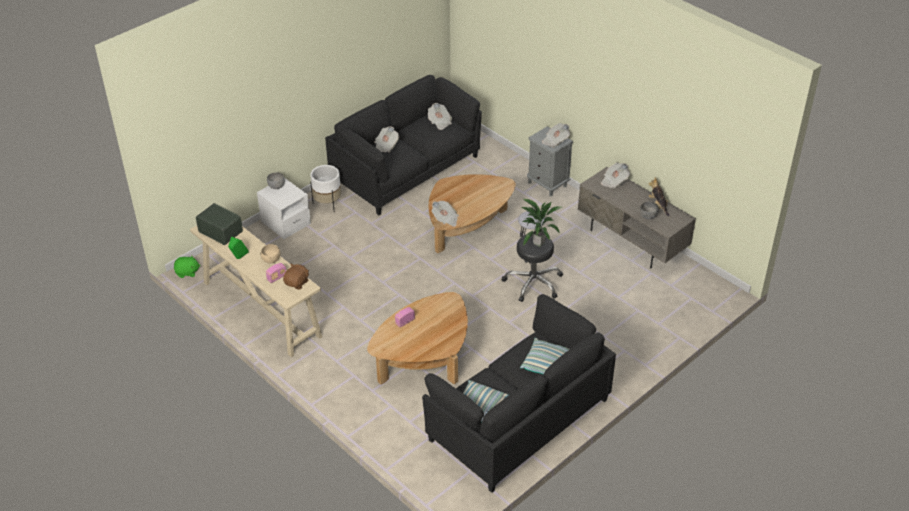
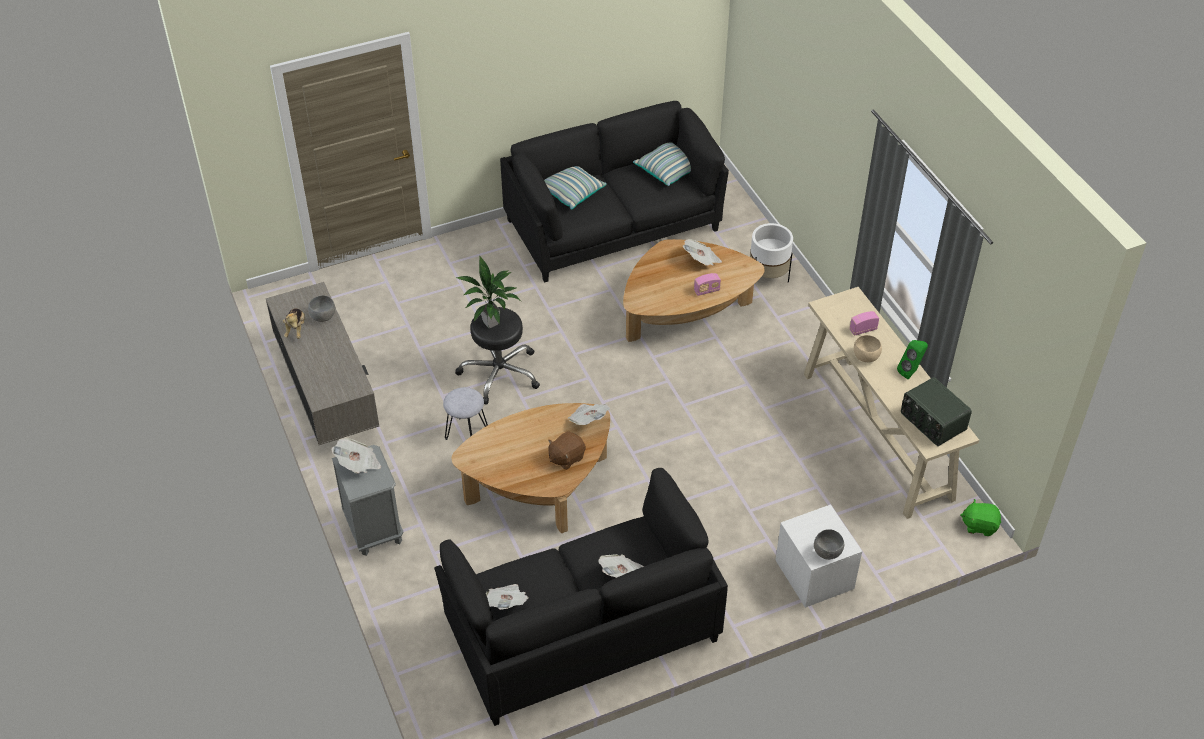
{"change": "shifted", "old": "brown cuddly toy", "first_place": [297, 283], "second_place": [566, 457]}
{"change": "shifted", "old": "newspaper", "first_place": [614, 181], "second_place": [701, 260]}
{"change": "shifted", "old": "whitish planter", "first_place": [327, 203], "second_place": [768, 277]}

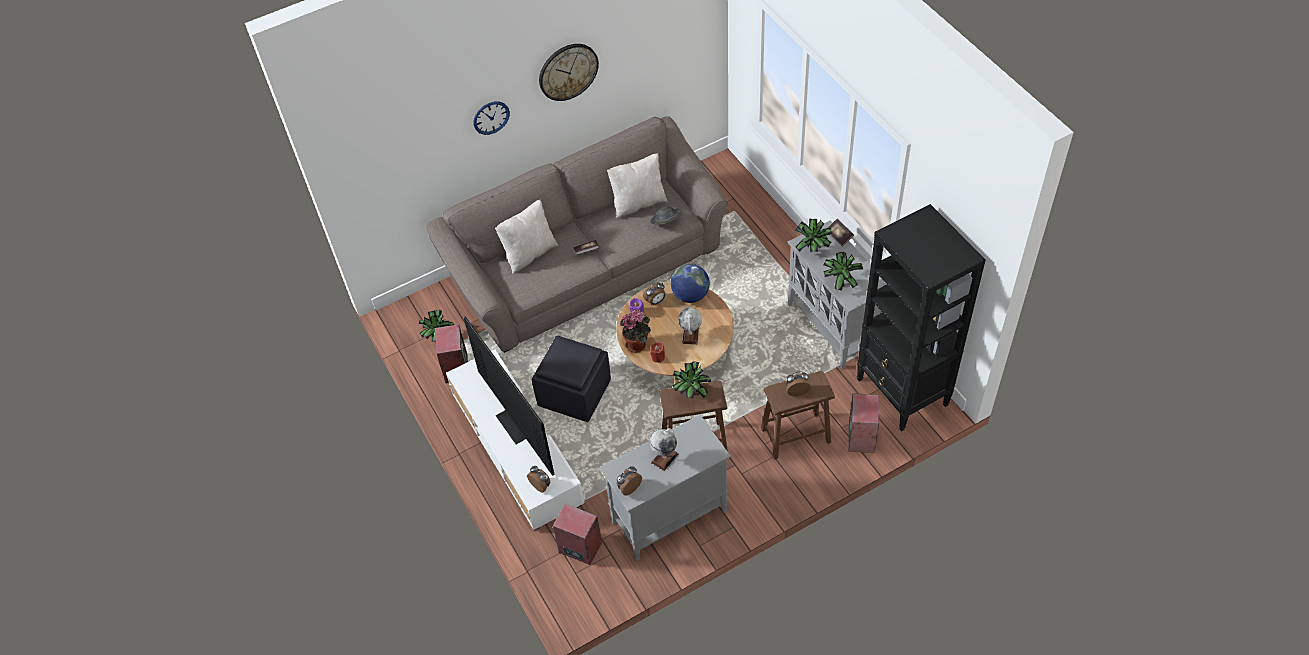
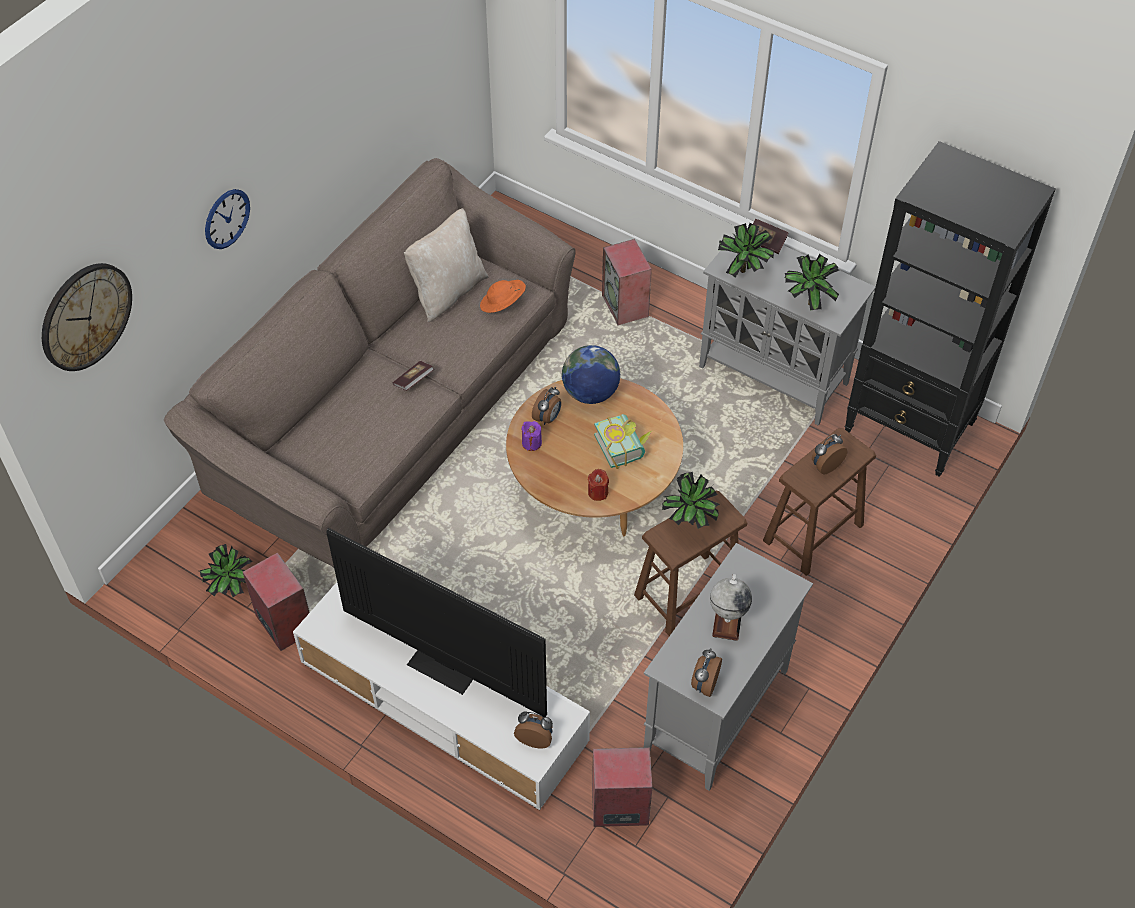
{"change": "shifted", "old": "wall clock", "first_place": [568, 71], "second_place": [85, 316]}
{"change": "repainted", "old": "greyish wearable hat", "new": "orange-coloured wearable hat", "first_place": [666, 222], "second_place": [502, 305]}
{"change": "swapped", "old": "world globe", "new": "bound book", "first_place": [690, 335], "second_place": [624, 446]}
{"change": "shifted", "old": "loudspeaker", "first_place": [862, 438], "second_place": [626, 307]}
{"change": "gone", "old": "beige throw pillow", "first_place": [529, 253]}
{"change": "gone", "old": "blackish pouffe", "first_place": [575, 394]}
{"change": "gone", "old": "houseplant", "first_place": [637, 344]}

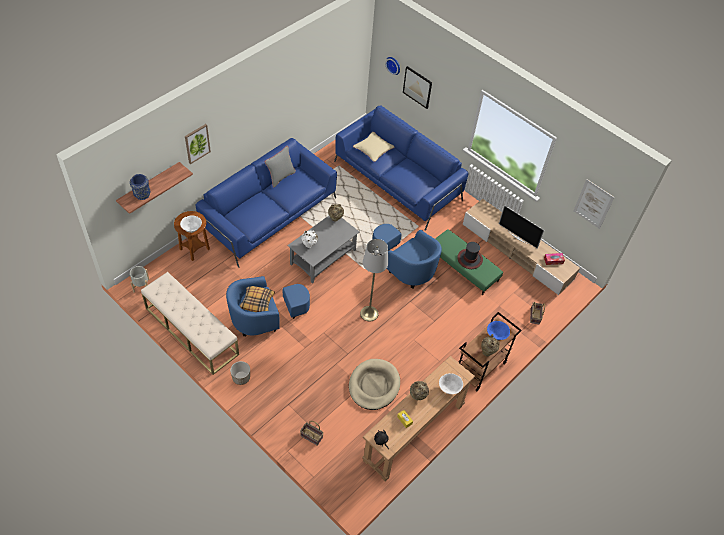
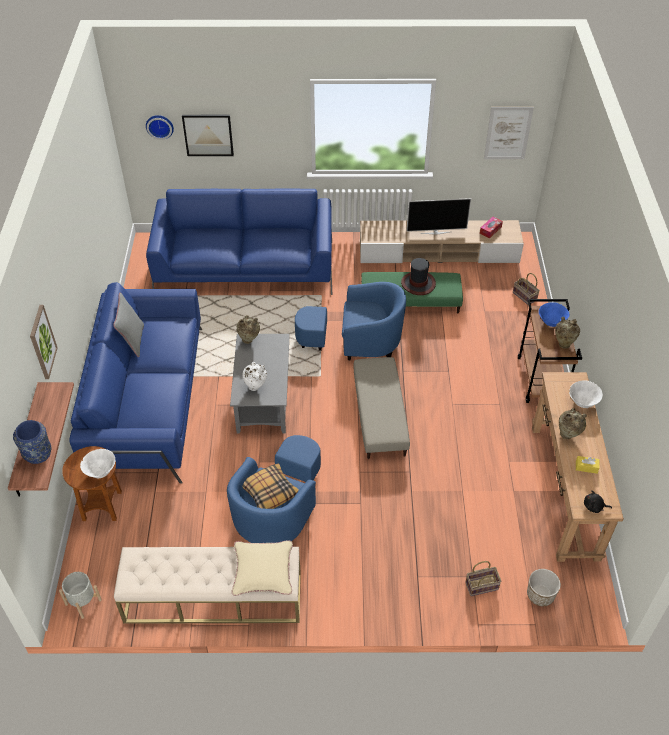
{"change": "shifted", "old": "beige throw pillow", "first_place": [373, 149], "second_place": [263, 571]}
{"change": "swapped", "old": "greyish standard lamp", "new": "beige pouffe", "first_place": [369, 313], "second_place": [380, 415]}
{"change": "shifted", "old": "planter", "first_place": [241, 377], "second_place": [540, 595]}
{"change": "gone", "old": "beige pet bed", "first_place": [374, 385]}

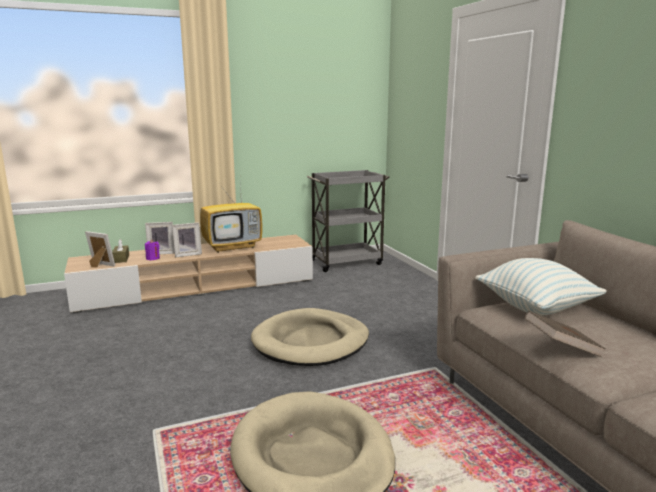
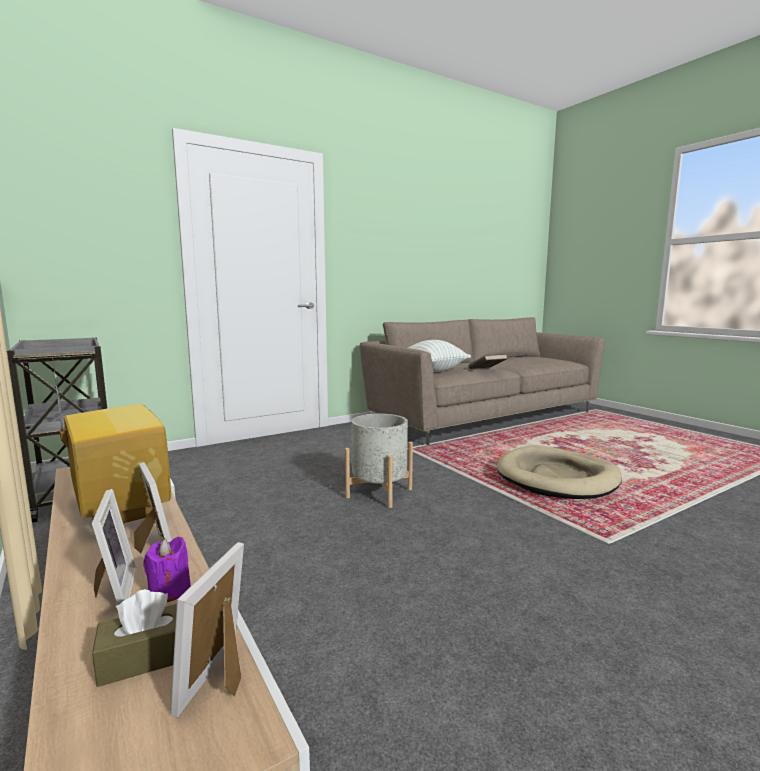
{"change": "swapped", "old": "beige pet bed", "new": "greyish planter", "first_place": [311, 342], "second_place": [379, 493]}

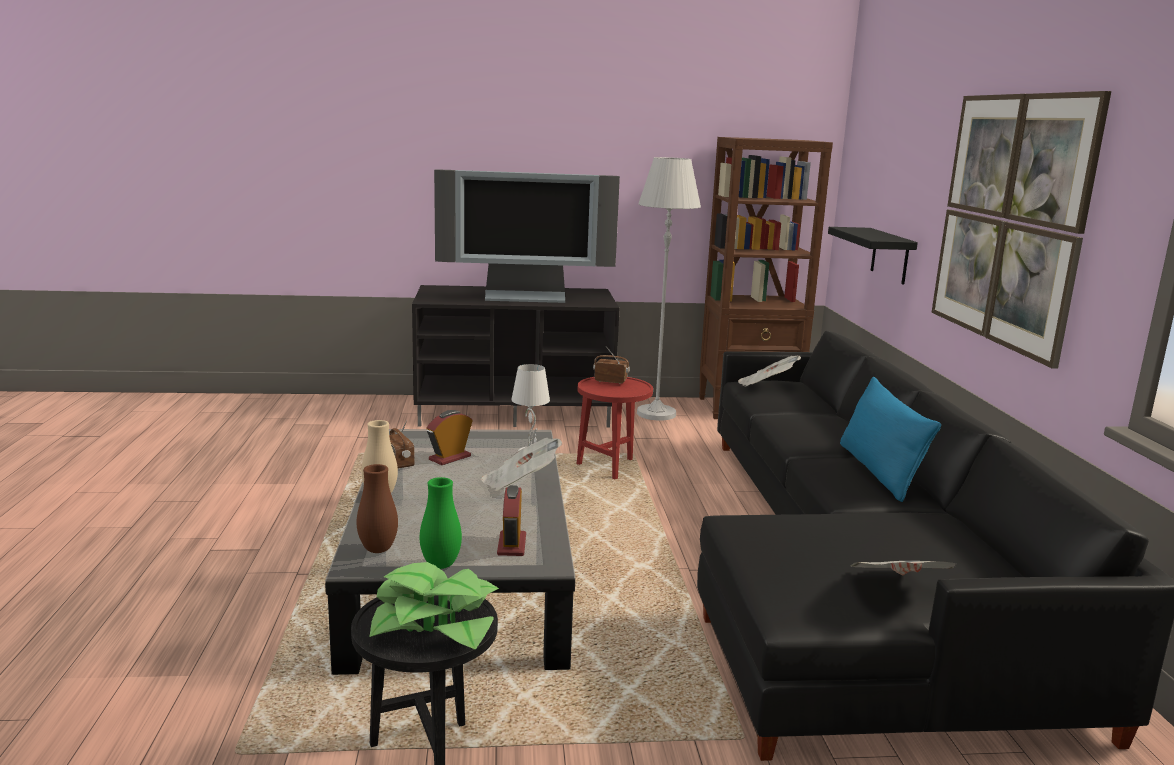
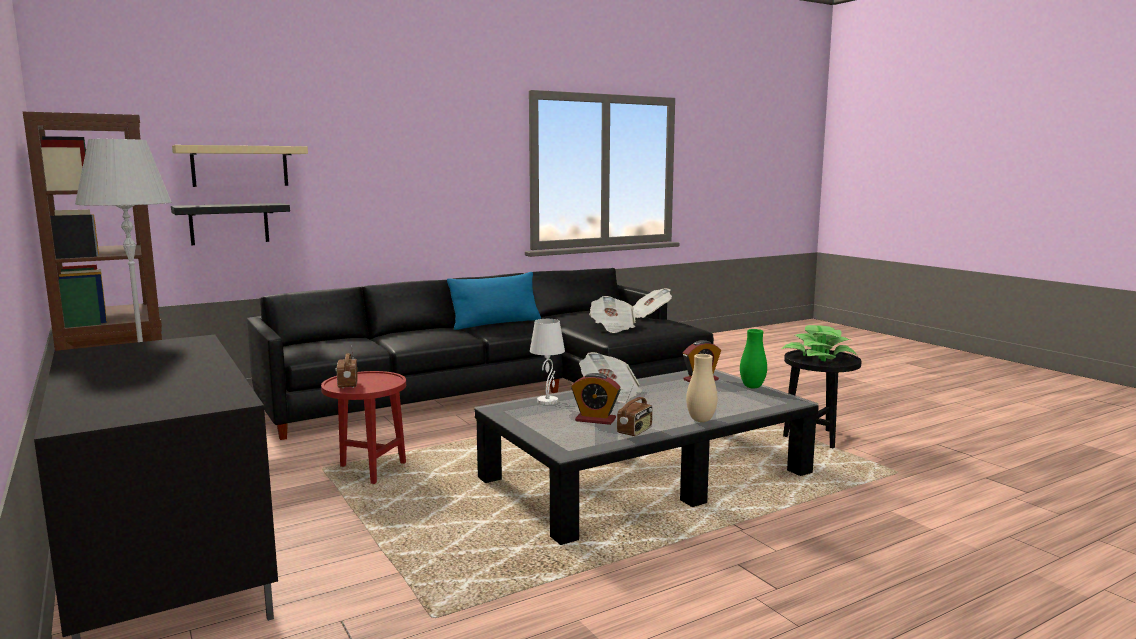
{"change": "new", "new": "beige wall shelf", "second_place": [240, 166]}
{"change": "shifted", "old": "newspaper", "first_place": [766, 386], "second_place": [612, 327]}
{"change": "gone", "old": "brown flower vase", "first_place": [378, 549]}
{"change": "gone", "old": "TV", "first_place": [526, 297]}
{"change": "gone", "old": "picture", "first_place": [1010, 220]}

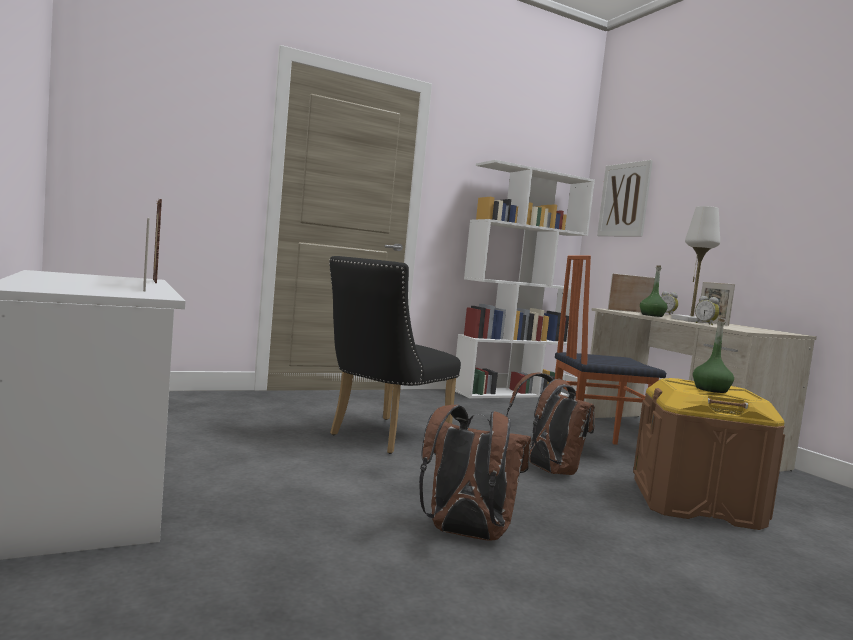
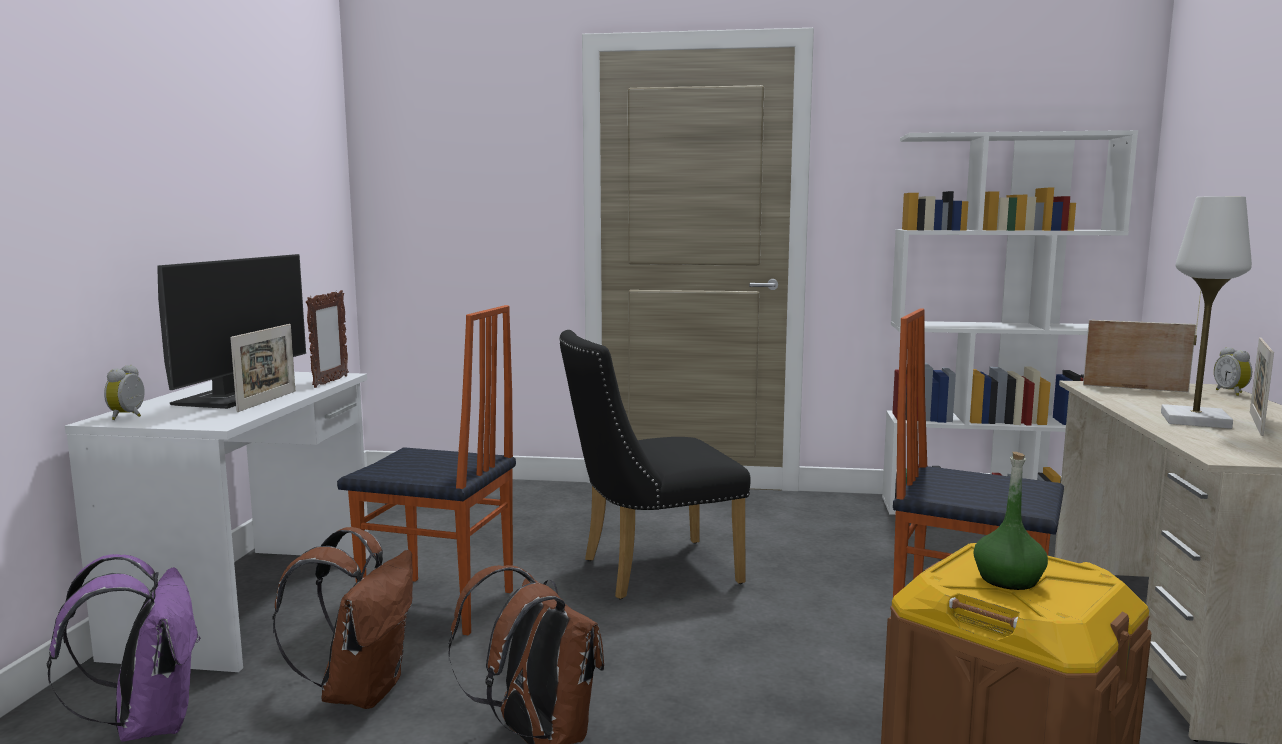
{"change": "new", "new": "purple-coloured rucksack", "second_place": [147, 724]}
{"change": "shifted", "old": "alarm clock", "first_place": [706, 324], "second_place": [129, 416]}
{"change": "new", "new": "computer screen", "second_place": [233, 397]}
{"change": "shifted", "old": "brown rucksack", "first_place": [547, 470], "second_place": [361, 690]}
{"change": "new", "new": "plain chair", "second_place": [439, 606]}
{"change": "gone", "old": "picture", "first_place": [624, 200]}
{"change": "gone", "old": "greenish bottle", "first_place": [652, 315]}

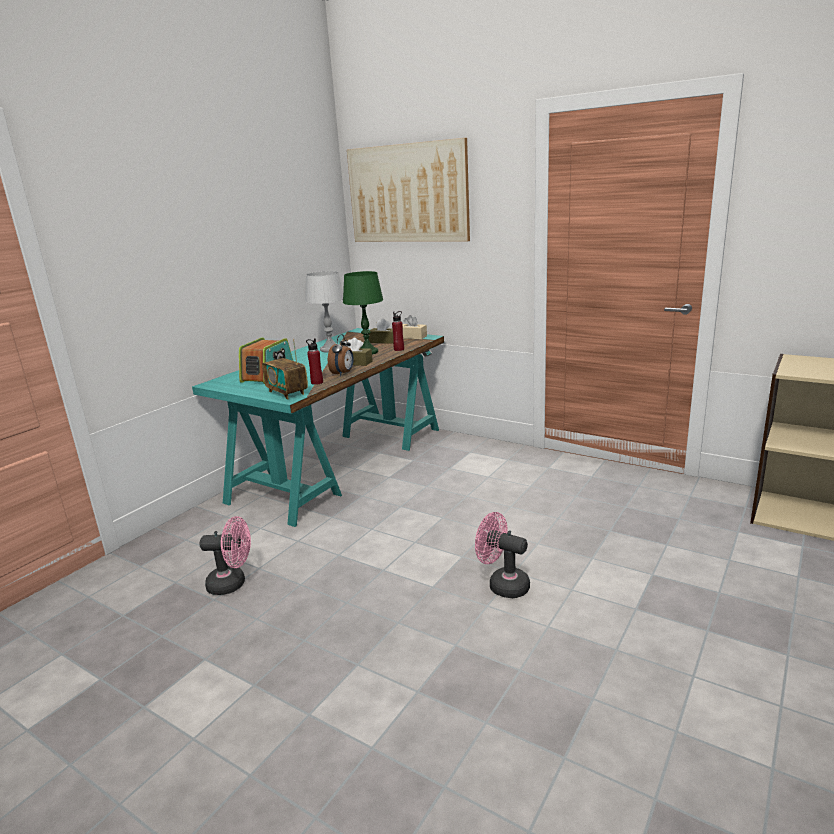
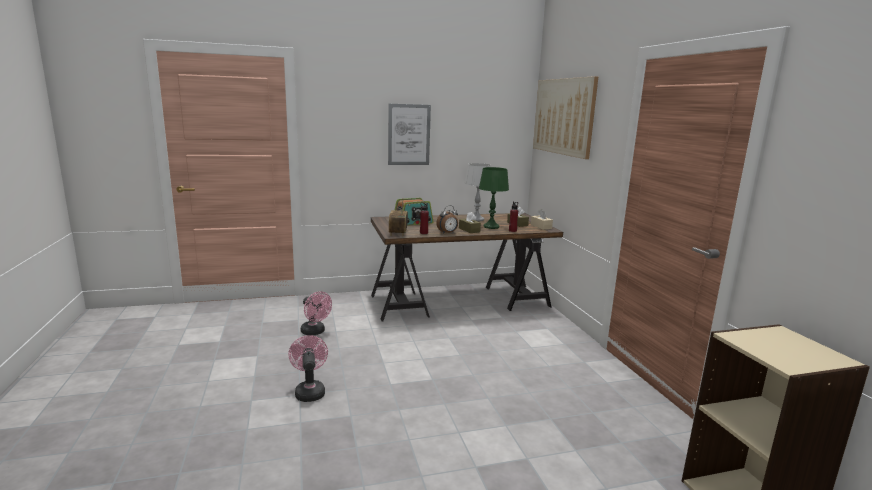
{"change": "shifted", "old": "pink fan", "first_place": [502, 584], "second_place": [309, 391]}
{"change": "repainted", "old": "turquoise desk table", "new": "brown desk table", "first_place": [341, 462], "second_place": [459, 300]}
{"change": "new", "new": "picture", "second_place": [409, 135]}

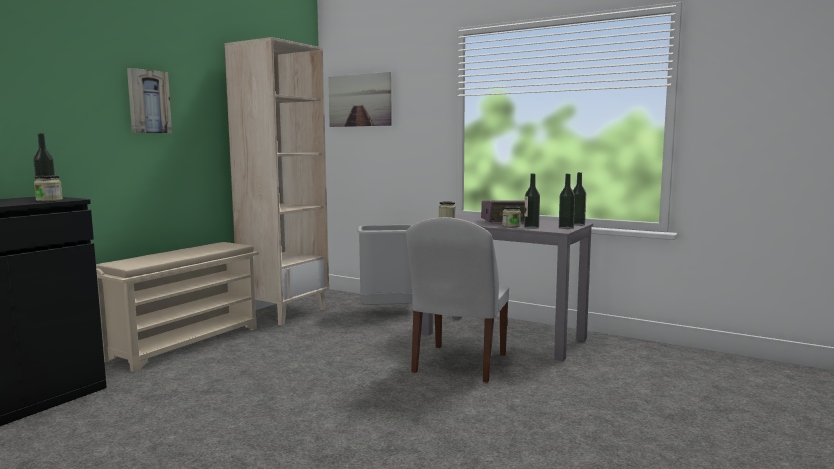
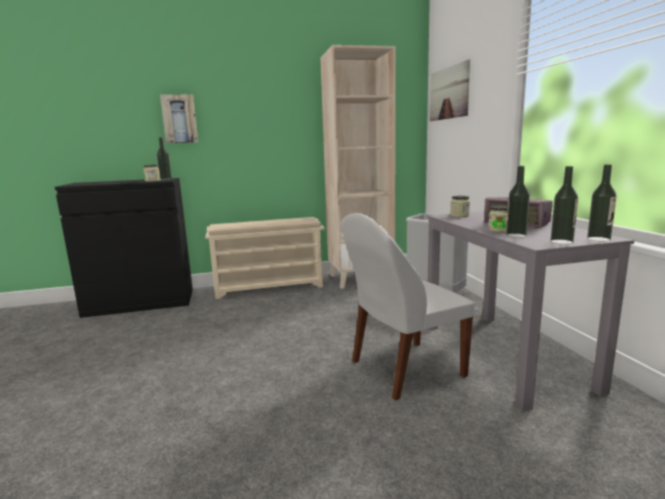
{"change": "shifted", "old": "picture", "first_place": [148, 102], "second_place": [179, 119]}

